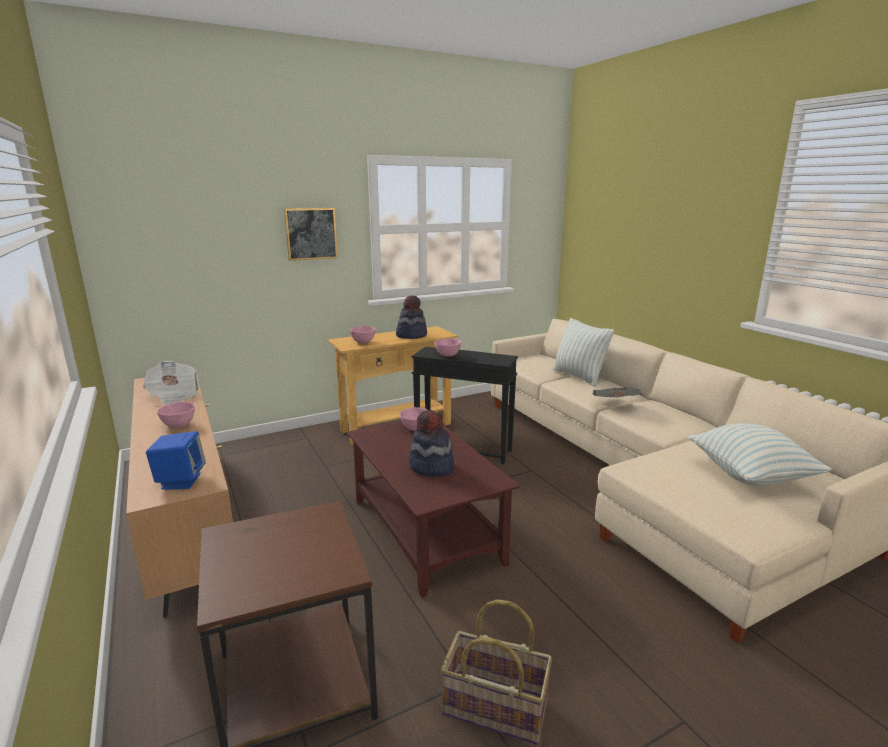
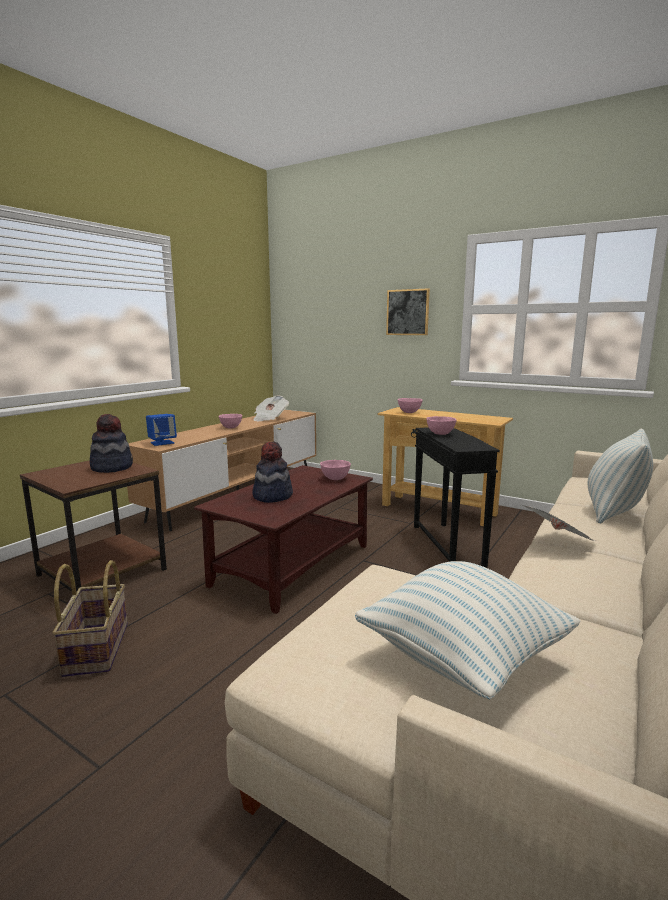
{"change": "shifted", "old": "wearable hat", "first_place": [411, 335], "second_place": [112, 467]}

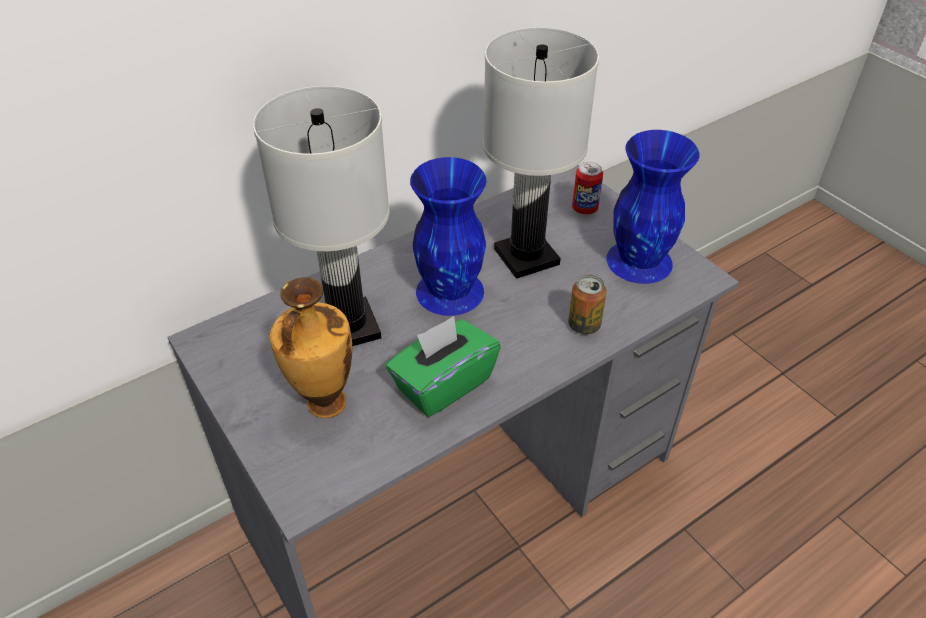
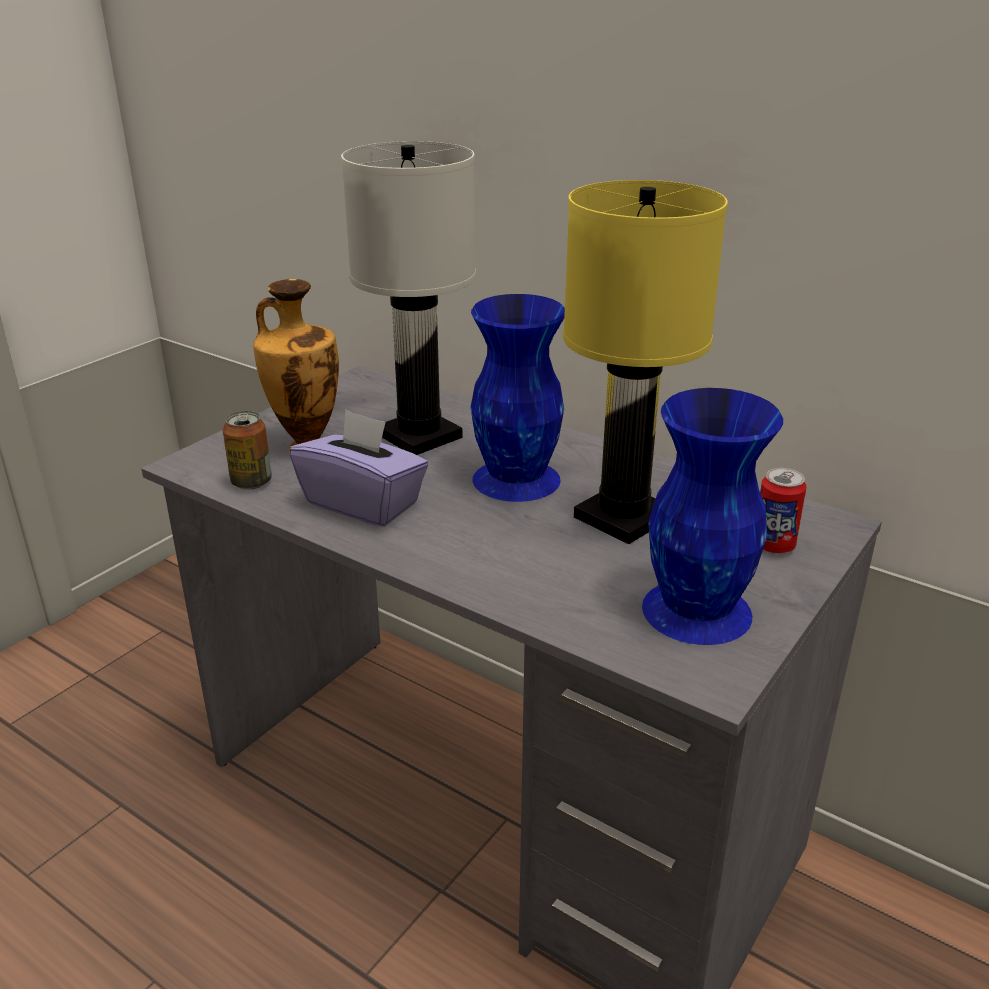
{"change": "shifted", "old": "sealed can", "first_place": [584, 325], "second_place": [251, 482]}
{"change": "repainted", "old": "greenish box of tissues", "new": "purple-coloured box of tissues", "first_place": [443, 384], "second_place": [363, 503]}
{"change": "repainted", "old": "whitish table lamp", "new": "yellow table lamp", "first_place": [527, 257], "second_place": [623, 518]}

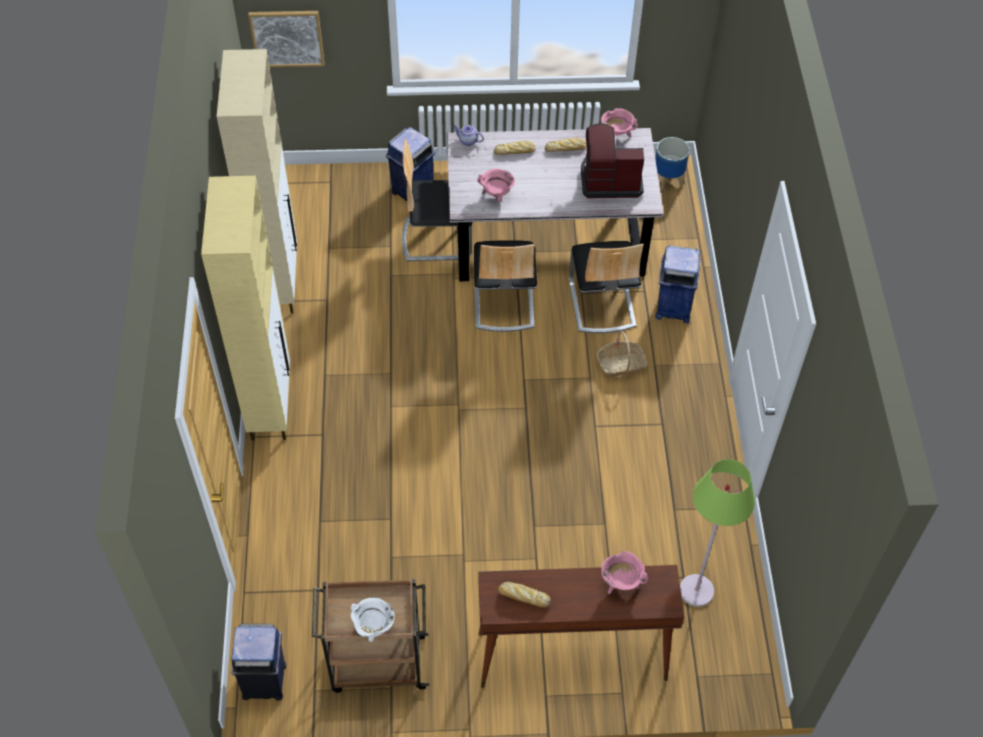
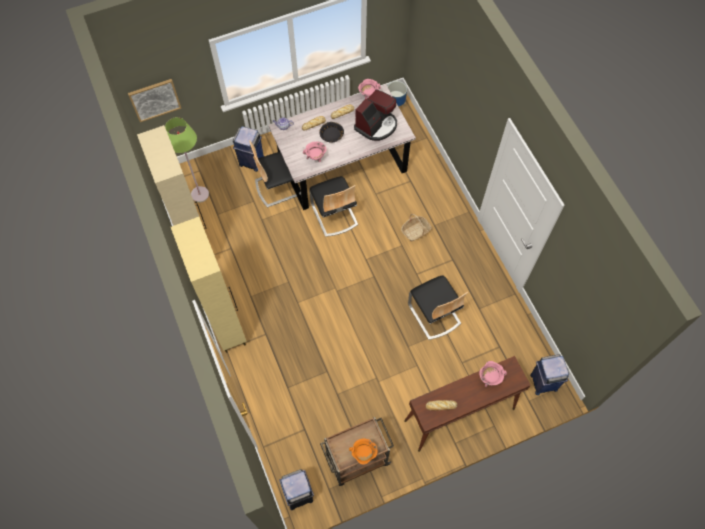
{"change": "shifted", "old": "greenish standard lamp", "first_place": [696, 590], "second_place": [200, 194]}
{"change": "new", "new": "blackish bowl", "second_place": [331, 135]}
{"change": "repainted", "old": "whitish saucepot", "new": "orange-coloured saucepot", "first_place": [373, 628], "second_place": [363, 454]}
{"change": "rotated", "old": "coffee maker", "first_place": [610, 179], "second_place": [376, 125], "degrees": 150}
{"change": "shifted", "old": "plain chair", "first_place": [601, 303], "second_place": [434, 314]}
{"change": "shifted", "old": "blue trash can", "first_place": [672, 308], "second_place": [543, 382]}

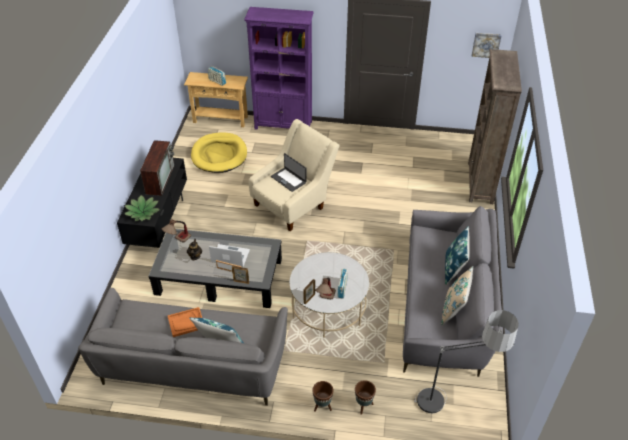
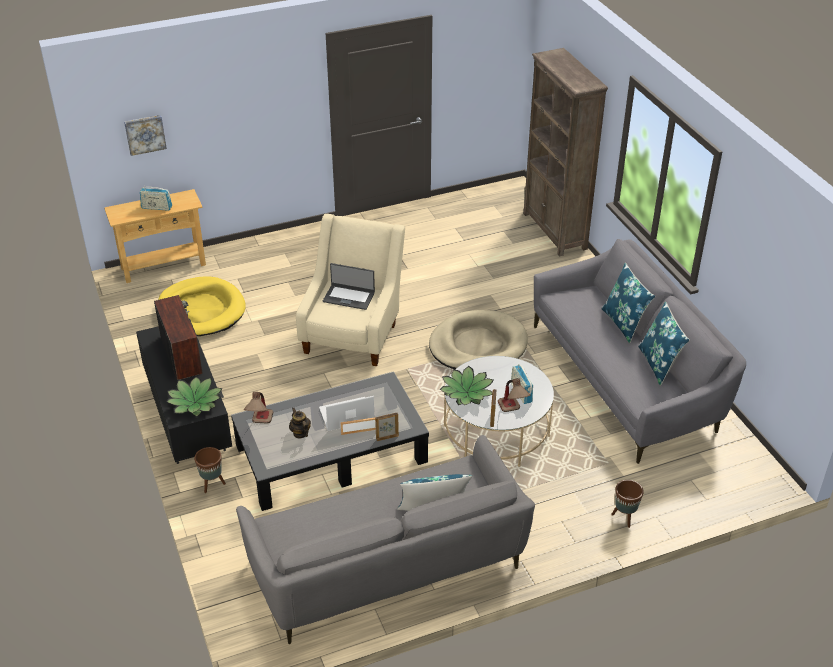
{"change": "shifted", "old": "picture", "first_place": [486, 44], "second_place": [145, 134]}
{"change": "shifted", "old": "brown planter", "first_place": [322, 406], "second_place": [212, 484]}
{"change": "new", "new": "beige pet bed", "second_place": [478, 345]}
{"change": "new", "new": "houseplant", "second_place": [466, 392]}
{"change": "repainted", "old": "beige throw pillow", "new": "blue throw pillow", "first_place": [454, 309], "second_place": [659, 364]}
{"change": "gone", "old": "orange-coloured carrying tray", "first_place": [186, 323]}
{"change": "gone", "old": "purple-coloured bookshelf", "first_place": [283, 125]}
{"change": "gone", "old": "standard lamp", "first_place": [452, 403]}

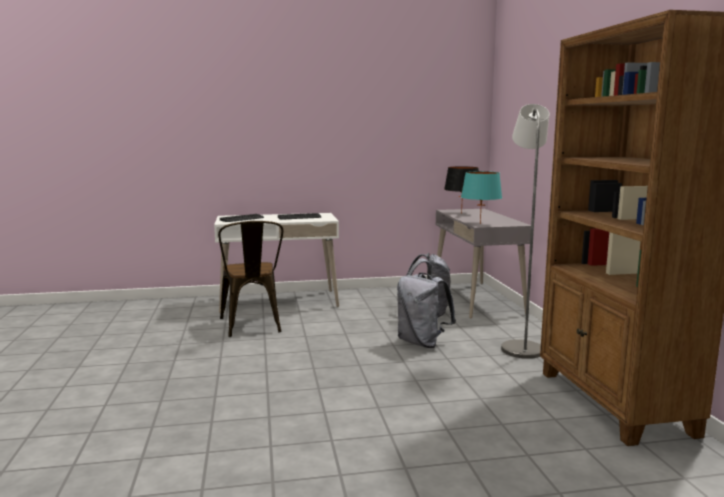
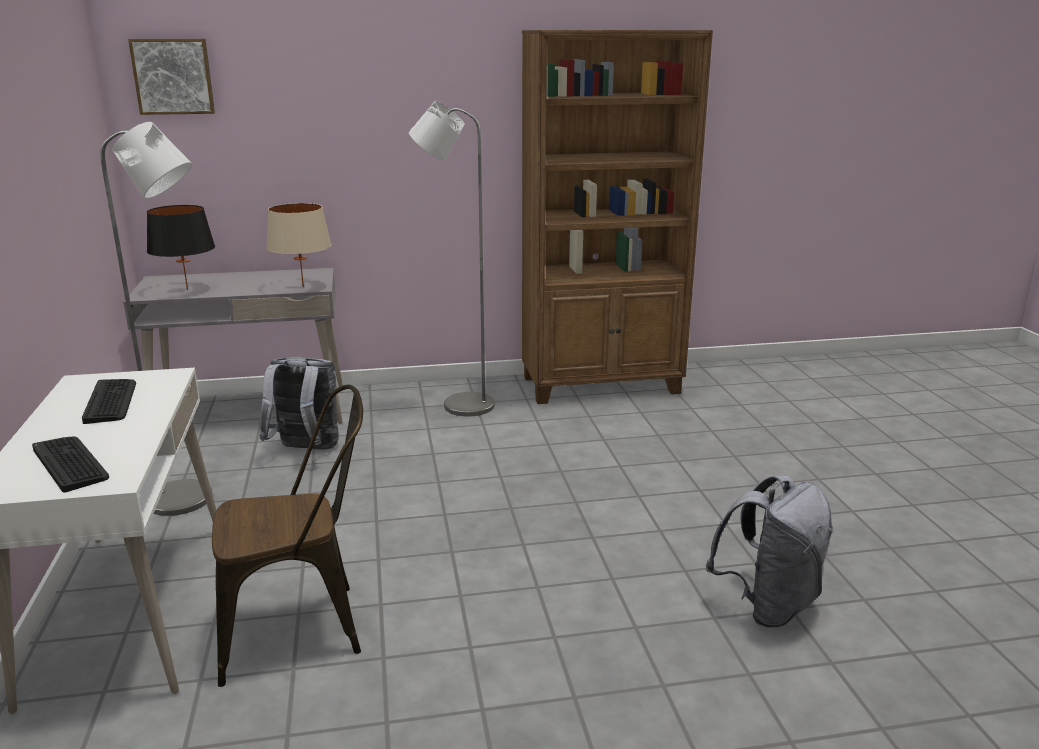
{"change": "new", "new": "greyish standard lamp", "second_place": [191, 500]}
{"change": "new", "new": "picture", "second_place": [173, 76]}
{"change": "repainted", "old": "turquoise table lamp", "new": "beige table lamp", "first_place": [480, 223], "second_place": [302, 287]}
{"change": "shifted", "old": "greyish rucksack", "first_place": [422, 343], "second_place": [768, 605]}

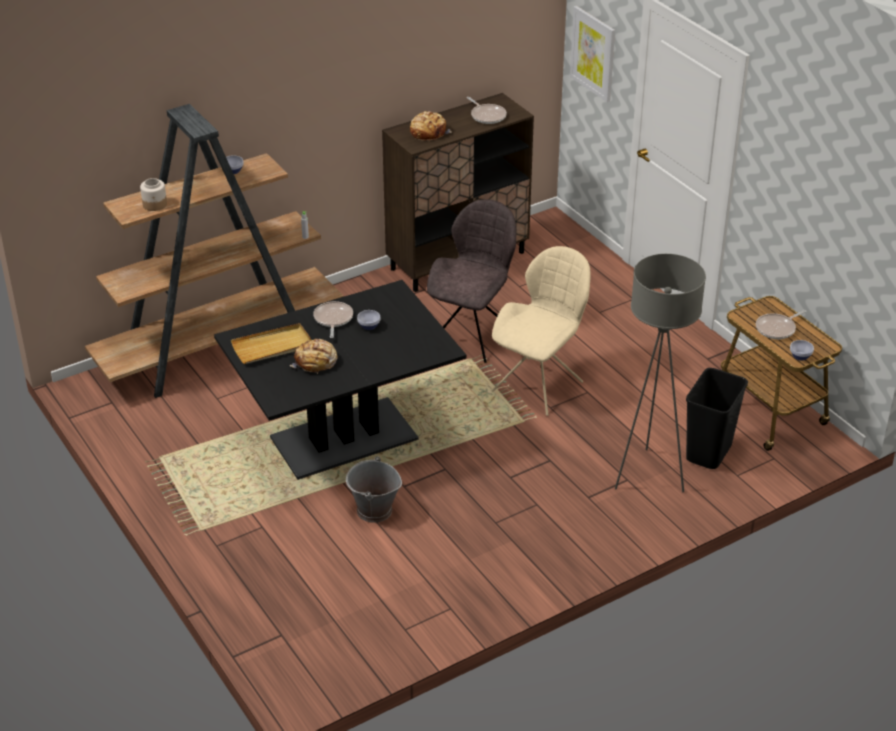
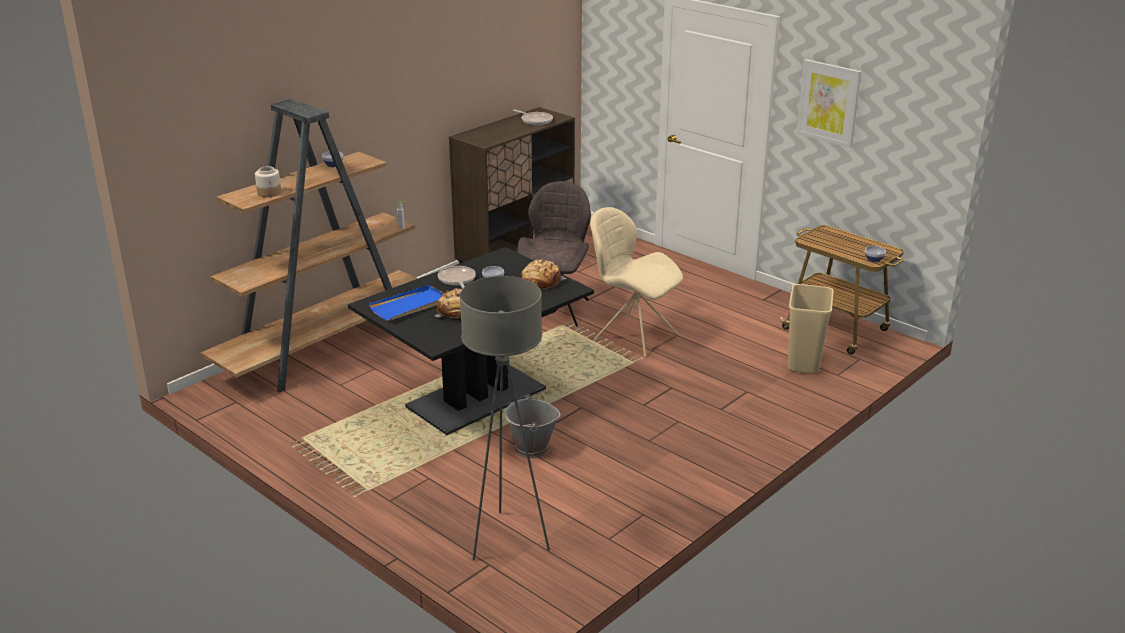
{"change": "repainted", "old": "beige carrying tray", "new": "blue carrying tray", "first_place": [273, 347], "second_place": [410, 306]}
{"change": "shifted", "old": "greyish standard lamp", "first_place": [648, 475], "second_place": [507, 539]}
{"change": "shifted", "old": "bakery bread", "first_place": [428, 132], "second_place": [541, 282]}
{"change": "rotated", "old": "beige plain chair", "first_place": [539, 385], "second_place": [633, 335], "degrees": -75}
{"change": "repainted", "old": "blackish trash can", "new": "beige trash can", "first_place": [709, 453], "second_place": [804, 363]}
{"change": "shifted", "old": "picture", "first_place": [593, 53], "second_place": [828, 103]}
{"change": "gone", "old": "skillet", "first_place": [777, 329]}

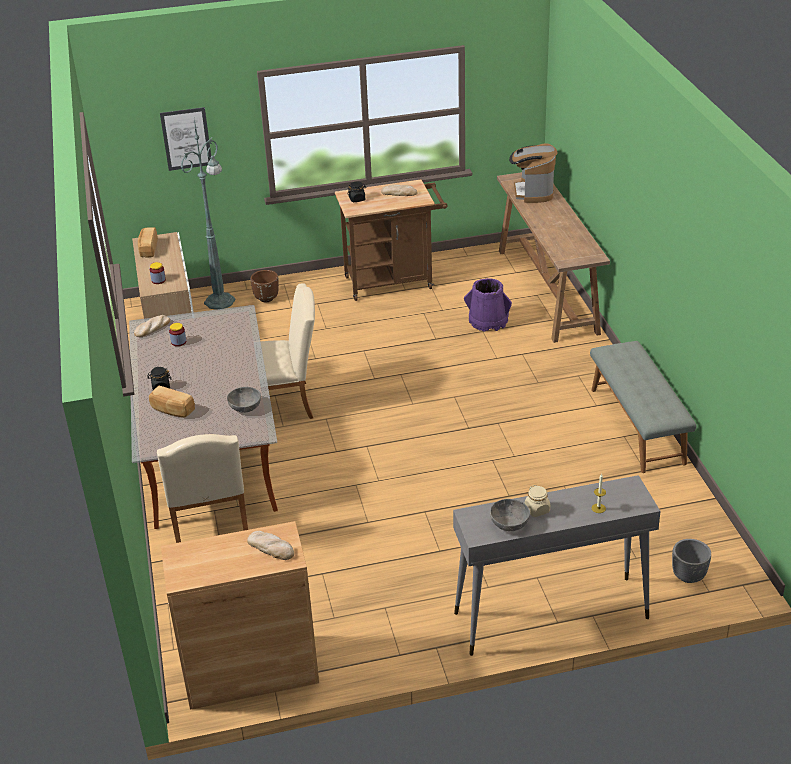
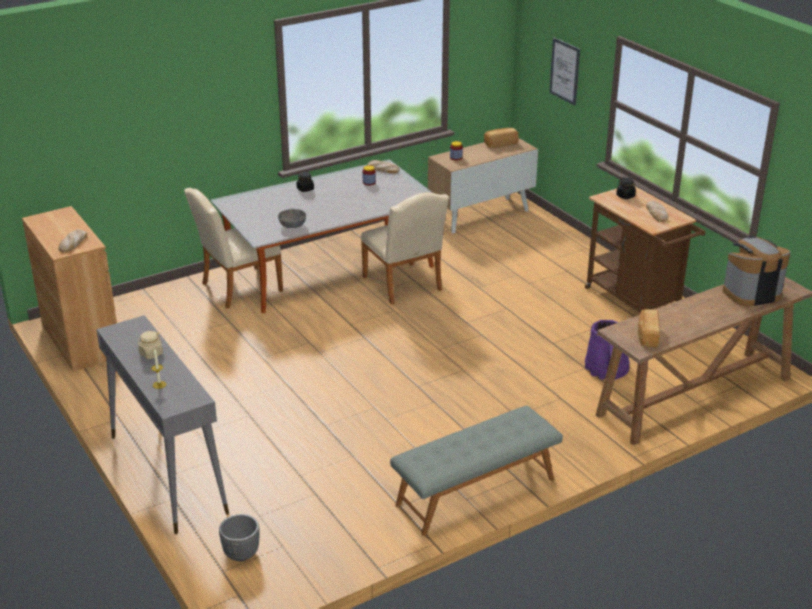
{"change": "shifted", "old": "bakery bread", "first_place": [172, 410], "second_place": [647, 336]}
{"change": "gone", "old": "greenish standard lamp", "first_place": [221, 301]}
{"change": "gone", "old": "brown planter", "first_place": [266, 298]}
{"change": "gone", "old": "greyish bowl", "first_place": [509, 523]}

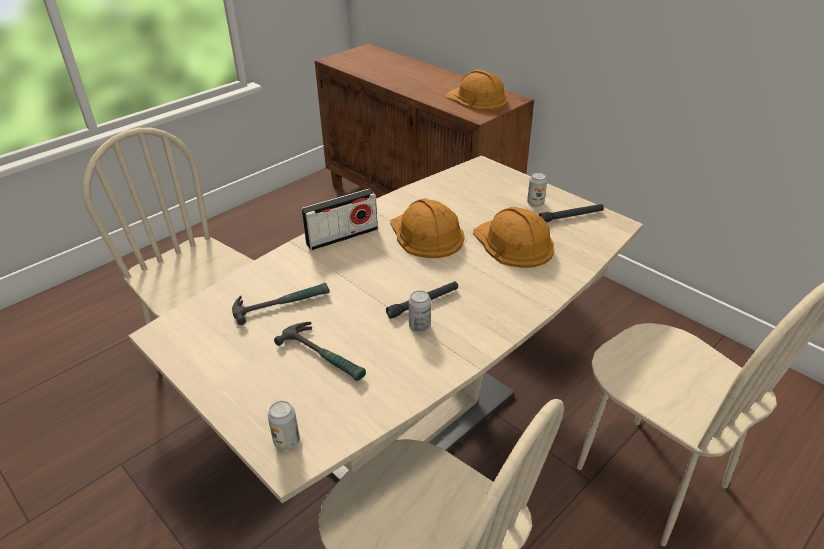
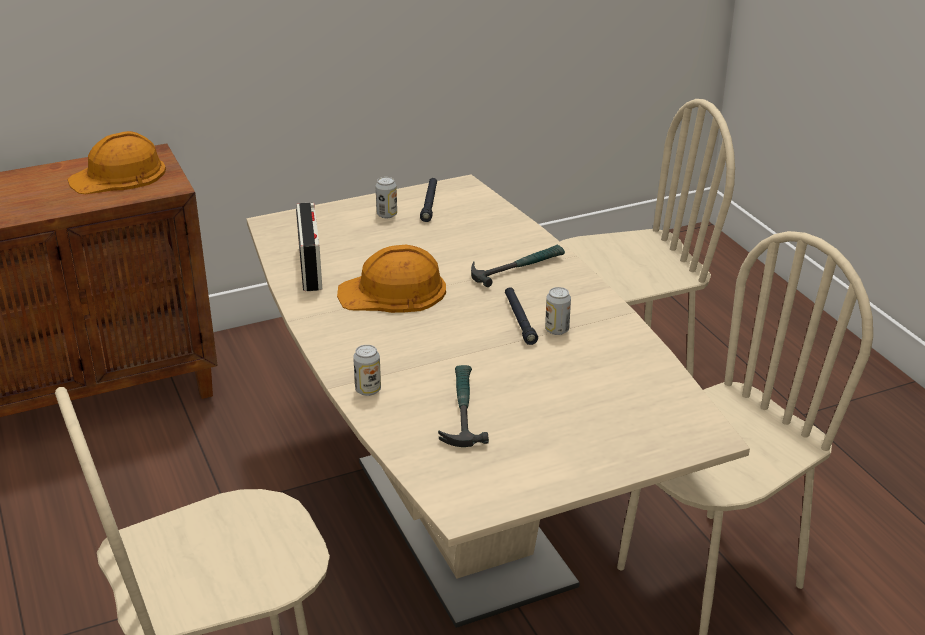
{"change": "shifted", "old": "radio", "first_place": [342, 236], "second_place": [310, 268]}
{"change": "shifted", "old": "sealed can", "first_place": [286, 441], "second_place": [368, 390]}
{"change": "shifted", "old": "hammer", "first_place": [324, 356], "second_place": [517, 268]}
{"change": "gone", "old": "orange-coloured work helmet", "first_place": [513, 243]}

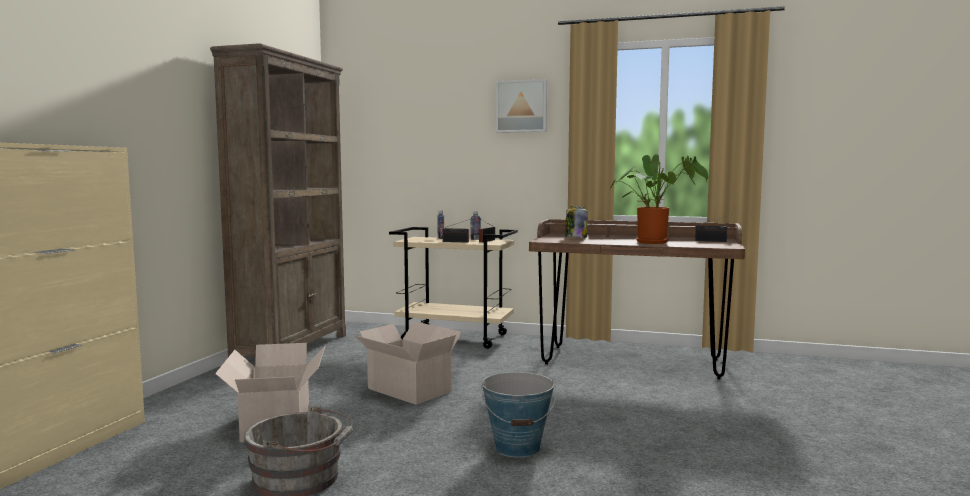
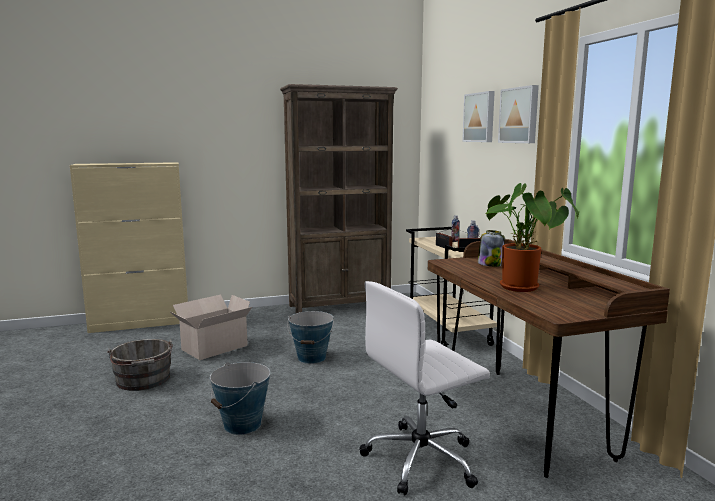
{"change": "swapped", "old": "cardboard box", "new": "bucket", "first_place": [408, 389], "second_place": [312, 358]}
{"change": "new", "new": "whitish computer chair", "second_place": [422, 459]}
{"change": "new", "new": "picture", "second_place": [480, 117]}
{"change": "gone", "old": "radio", "first_place": [712, 241]}

